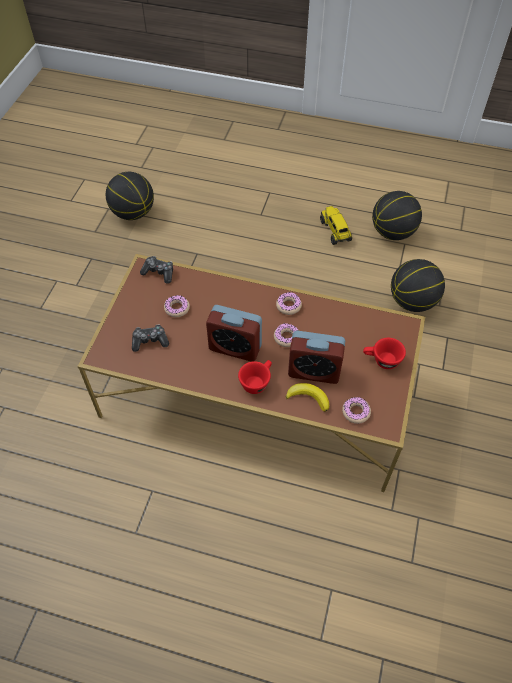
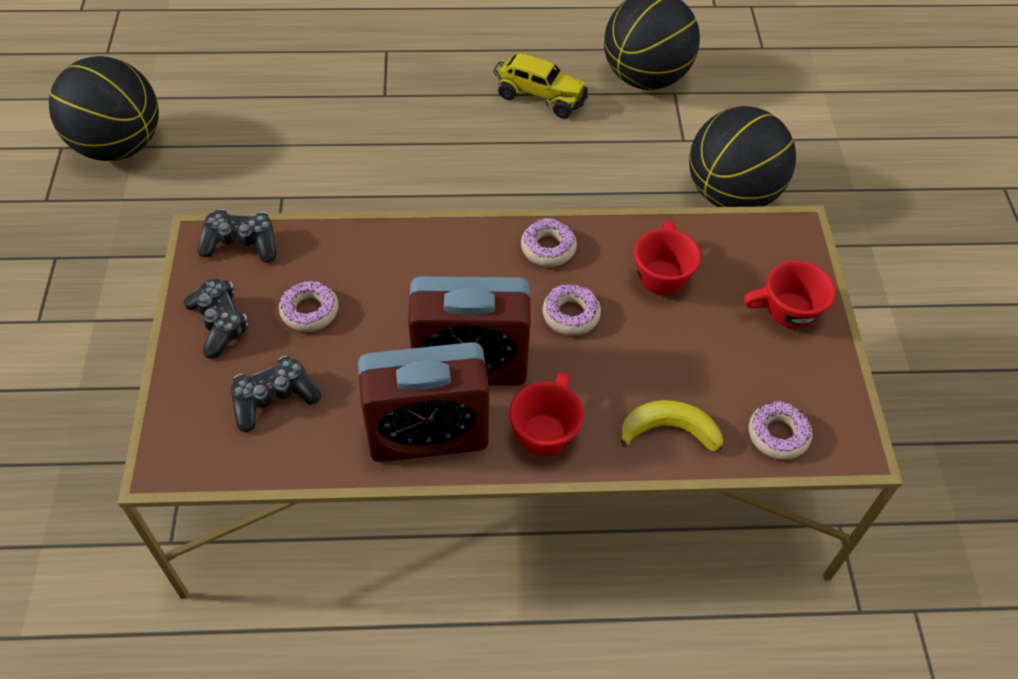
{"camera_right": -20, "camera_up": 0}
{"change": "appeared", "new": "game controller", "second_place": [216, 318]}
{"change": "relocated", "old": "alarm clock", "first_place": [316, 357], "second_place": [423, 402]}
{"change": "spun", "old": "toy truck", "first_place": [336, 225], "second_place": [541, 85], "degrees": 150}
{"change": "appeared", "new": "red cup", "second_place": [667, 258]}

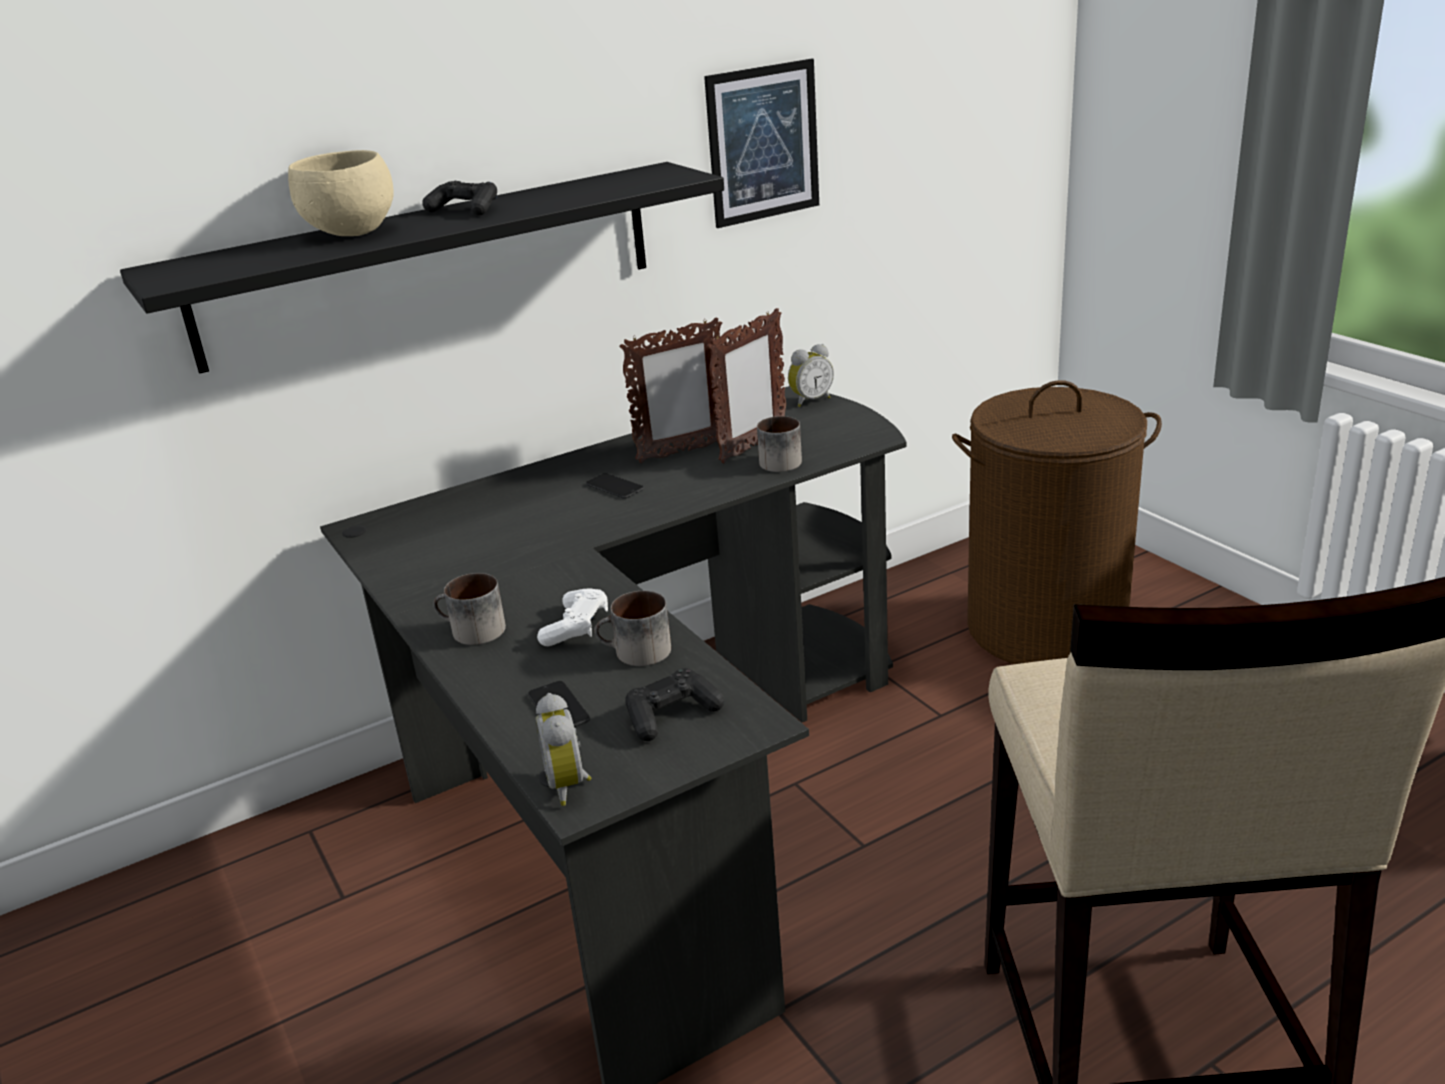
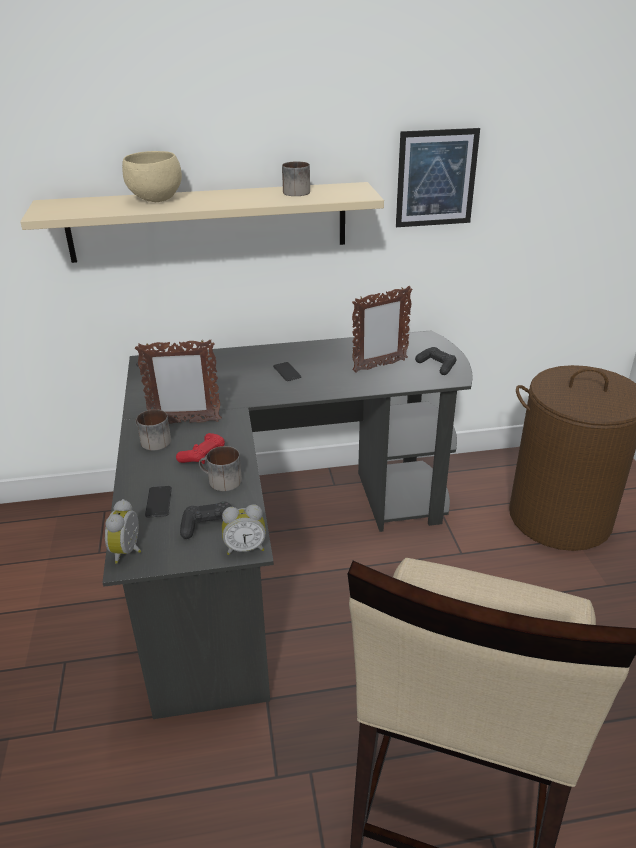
{"camera_right": 20, "camera_up": 5}
{"change": "colour", "old": "black shelf", "new": "beige shelf", "first_place": [422, 268], "second_place": [202, 222]}
{"change": "relocated", "old": "picture frame", "first_place": [672, 390], "second_place": [178, 381]}
{"change": "colour", "old": "white game controller", "new": "red game controller", "first_place": [572, 617], "second_place": [200, 448]}
{"change": "relocated", "old": "alarm clock", "first_place": [811, 375], "second_place": [244, 529]}
{"change": "relocated", "old": "mug", "first_place": [779, 444], "second_place": [296, 178]}
{"change": "relocated", "old": "black game controller", "first_place": [459, 198], "second_place": [436, 361]}

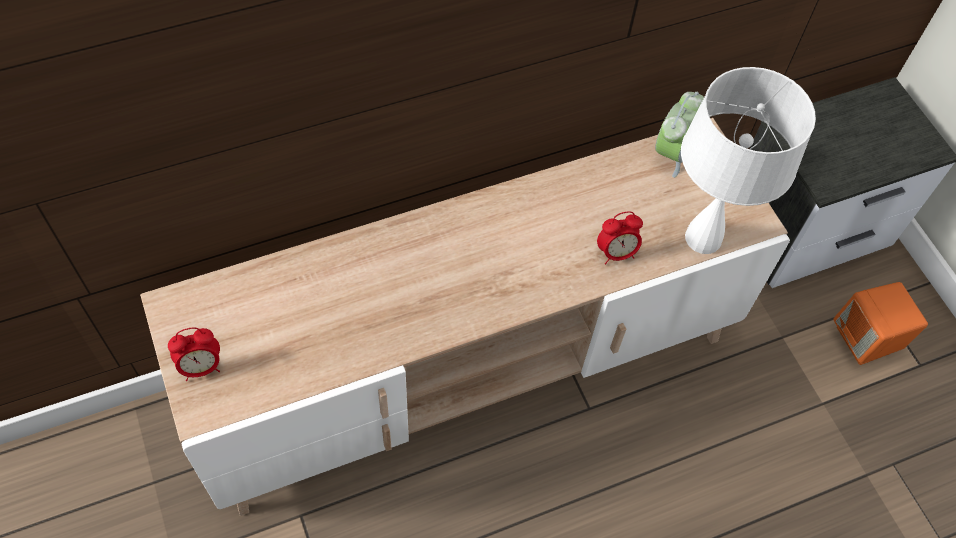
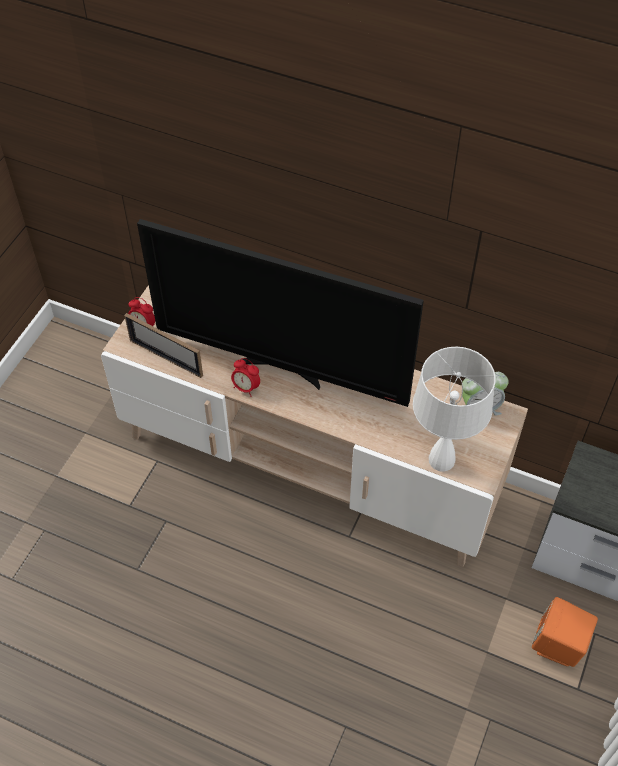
{"camera_right": 50, "camera_up": -5}
{"change": "appeared", "new": "picture frame", "second_place": [163, 345]}
{"change": "appeared", "new": "television", "second_place": [280, 313]}
{"change": "relocated", "old": "alarm clock", "first_place": [620, 237], "second_place": [245, 377]}

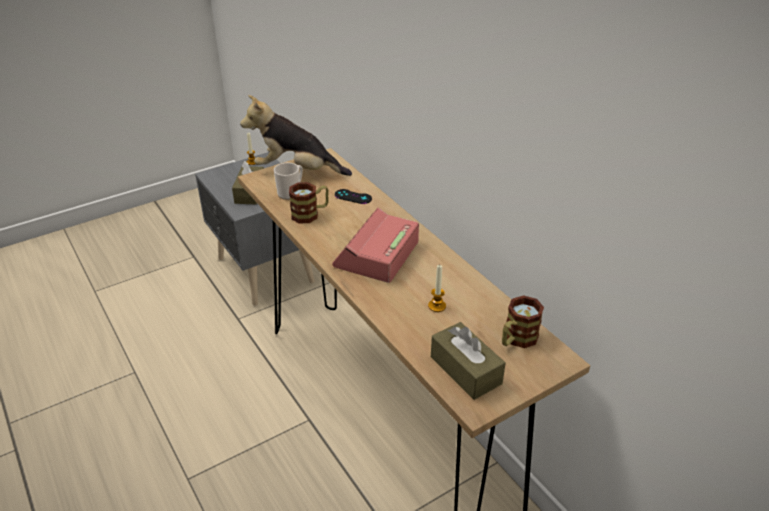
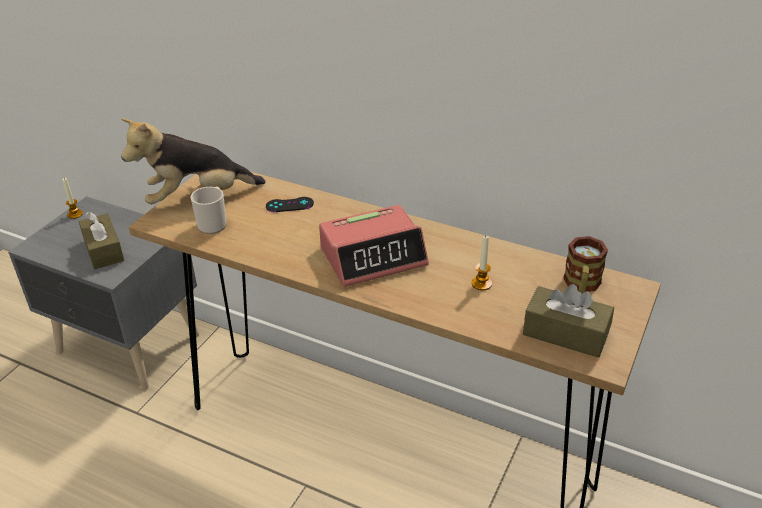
{"camera_right": -30, "camera_up": 0}
{"change": "spun", "old": "alarm clock", "first_place": [375, 245], "second_place": [374, 246], "degrees": -105}
{"change": "missing", "old": "mug", "first_place": [309, 203]}

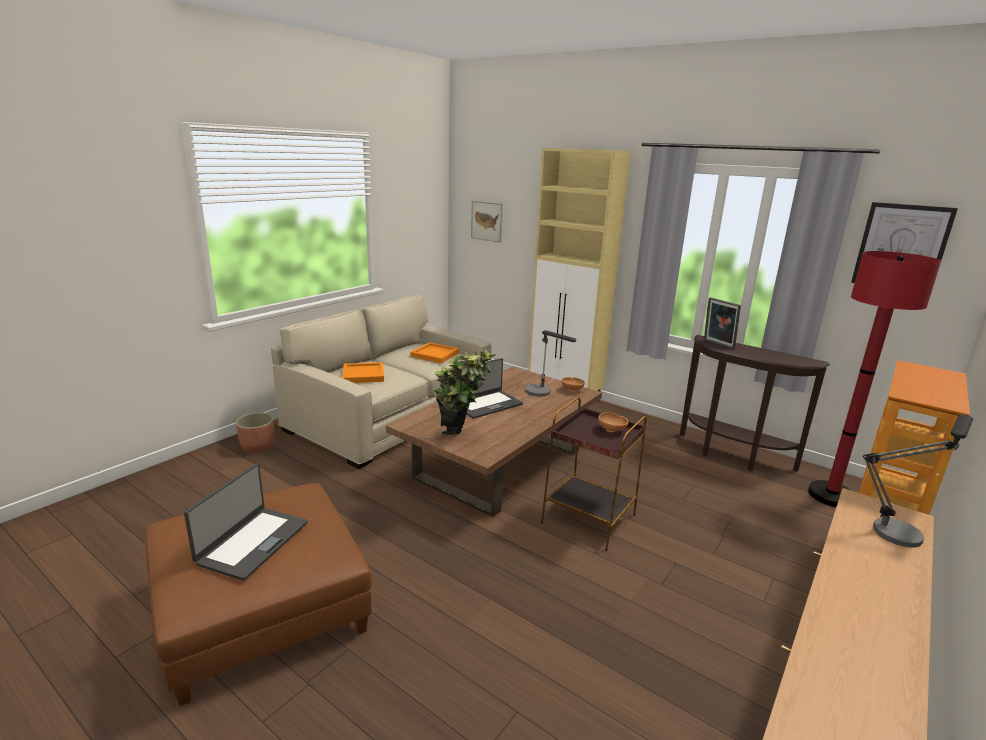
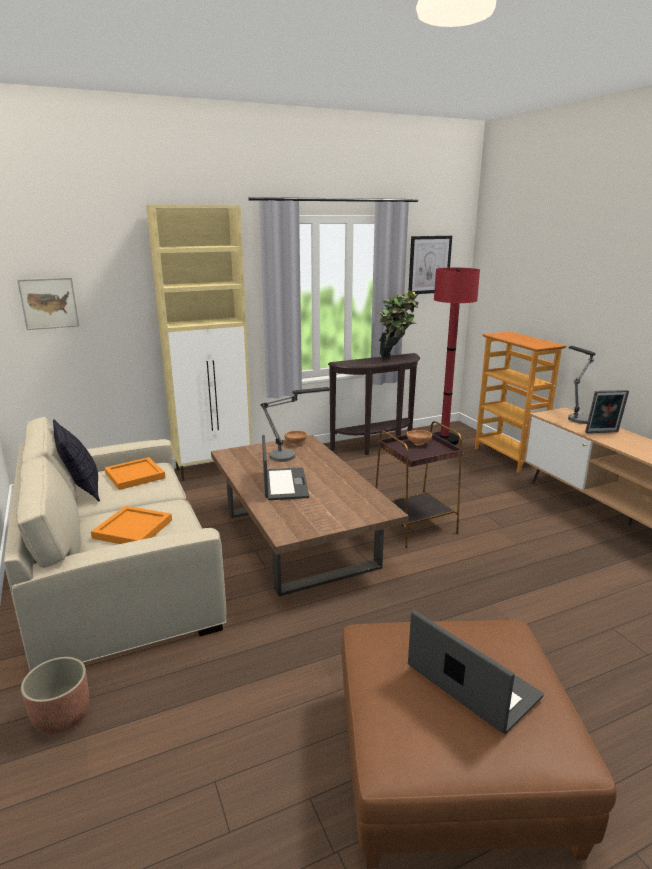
{"camera_right": -60, "camera_up": 0}
{"change": "appeared", "new": "pillow", "second_place": [76, 460]}
{"change": "relocated", "old": "potted plant", "first_place": [464, 392], "second_place": [398, 326]}
{"change": "relocated", "old": "picture frame", "first_place": [722, 323], "second_place": [607, 411]}

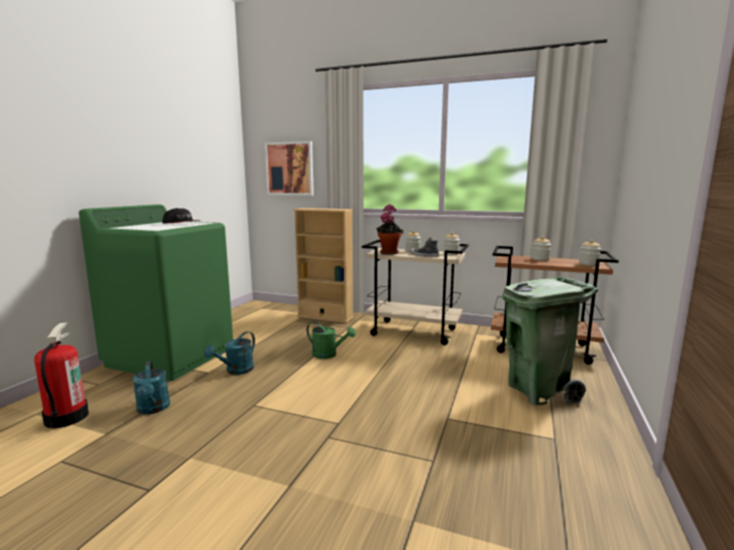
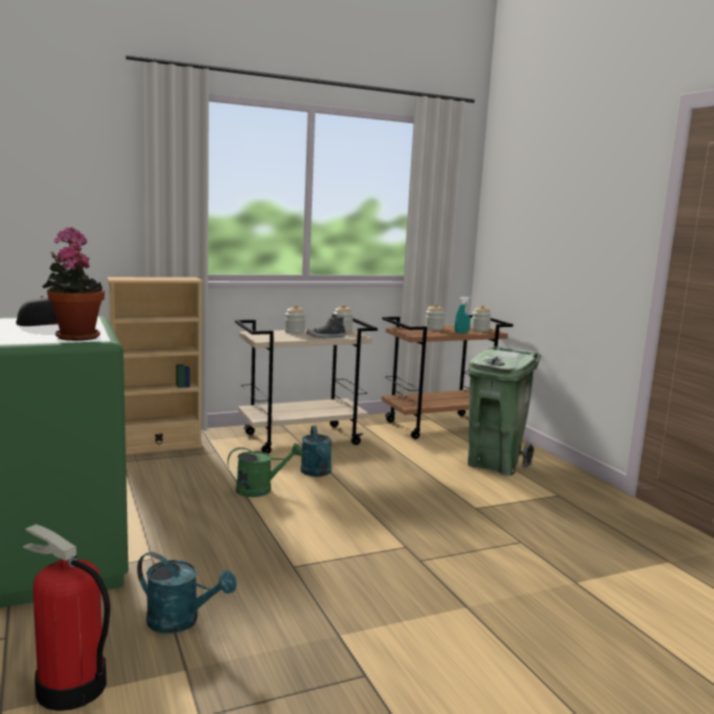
{"camera_right": -45, "camera_up": 0}
{"change": "relocated", "old": "potted plant", "first_place": [390, 229], "second_place": [73, 284]}
{"change": "relocated", "old": "turquoise watering can", "first_place": [229, 353], "second_place": [316, 451]}
{"change": "appeared", "new": "turquoise spray bottle", "second_place": [463, 315]}
{"change": "missing", "old": "picture", "first_place": [289, 168]}

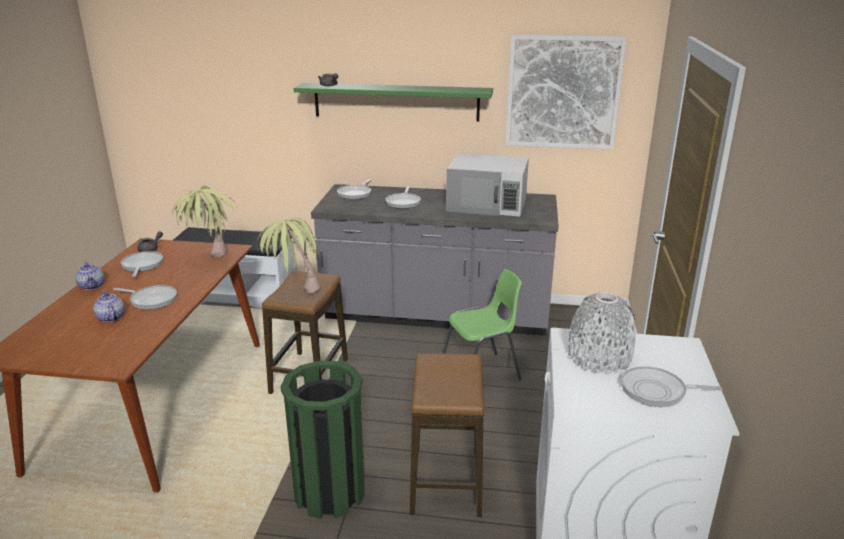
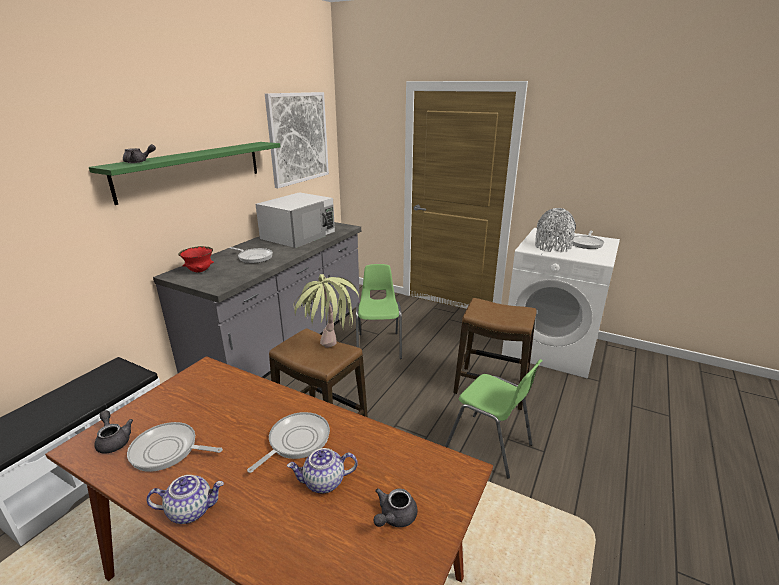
{"camera_right": -70, "camera_up": 0}
{"change": "exchanged", "old": "frying pan", "new": "red bowl", "first_place": [354, 189], "second_place": [196, 259]}
{"change": "appeared", "new": "grey teapot", "second_place": [395, 507]}
{"change": "exchanged", "old": "green trash can", "new": "green chair", "first_place": [323, 440], "second_place": [494, 419]}
{"change": "missing", "old": "potted plant", "first_place": [203, 221]}

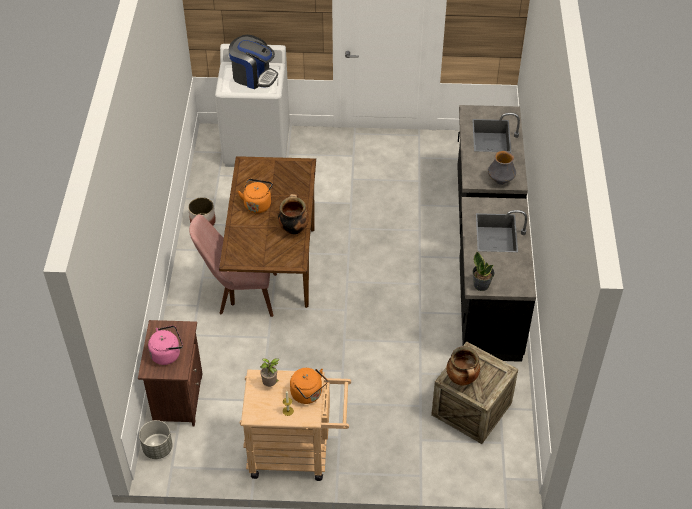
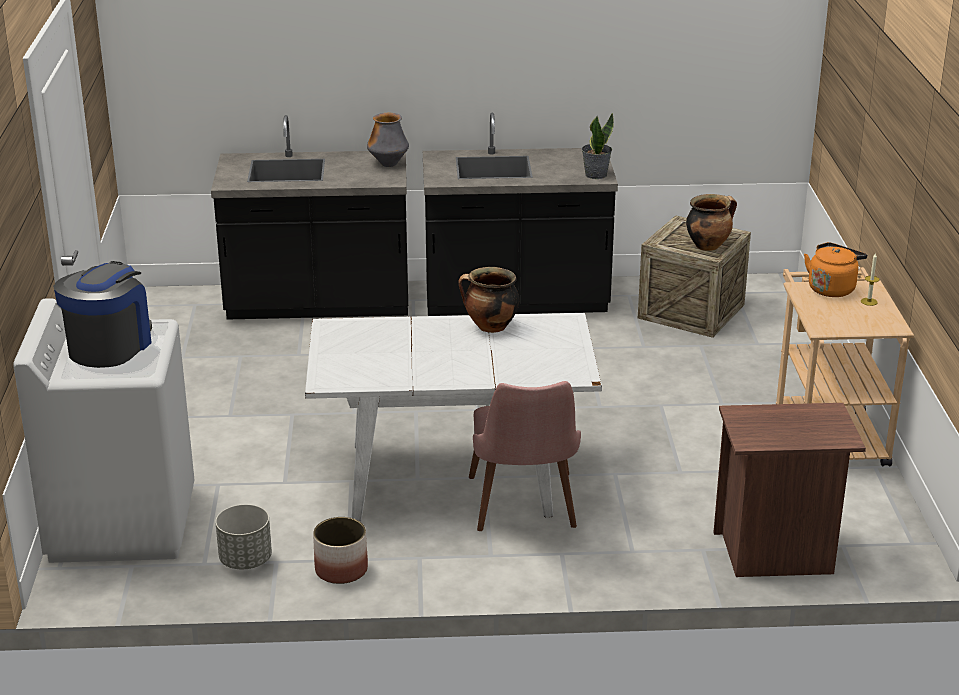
{"camera_right": -95, "camera_up": -20}
{"change": "relocated", "old": "grey planter", "first_place": [156, 439], "second_place": [243, 536]}
{"change": "colour", "old": "brown dining table", "new": "white dining table", "first_place": [267, 232], "second_place": [453, 417]}
{"change": "missing", "old": "pink kettle", "first_place": [165, 345]}
{"change": "missing", "old": "orange kettle", "first_place": [255, 196]}
{"change": "missing", "old": "potted plant", "first_place": [270, 372]}

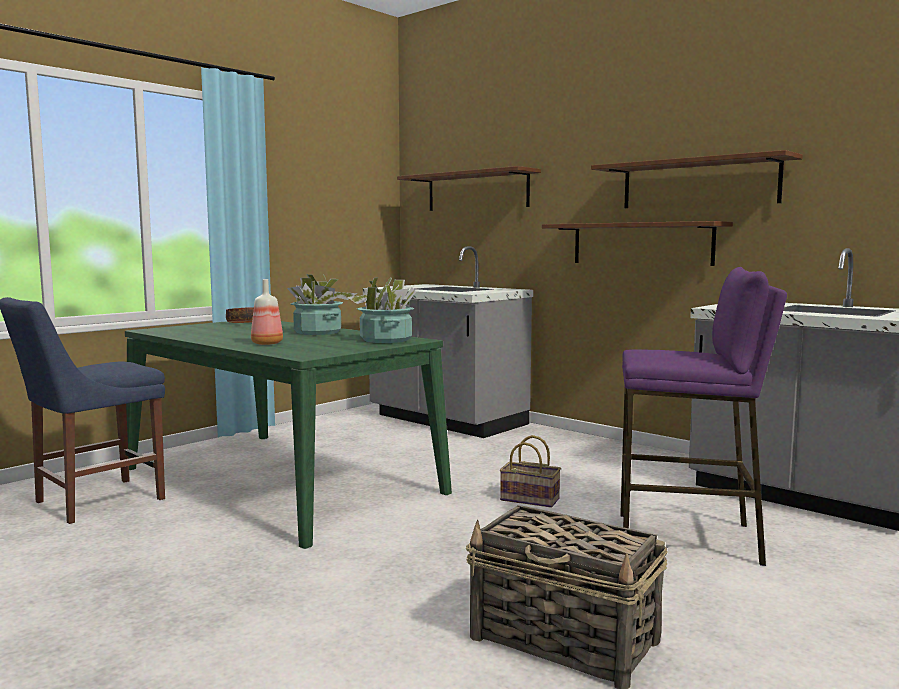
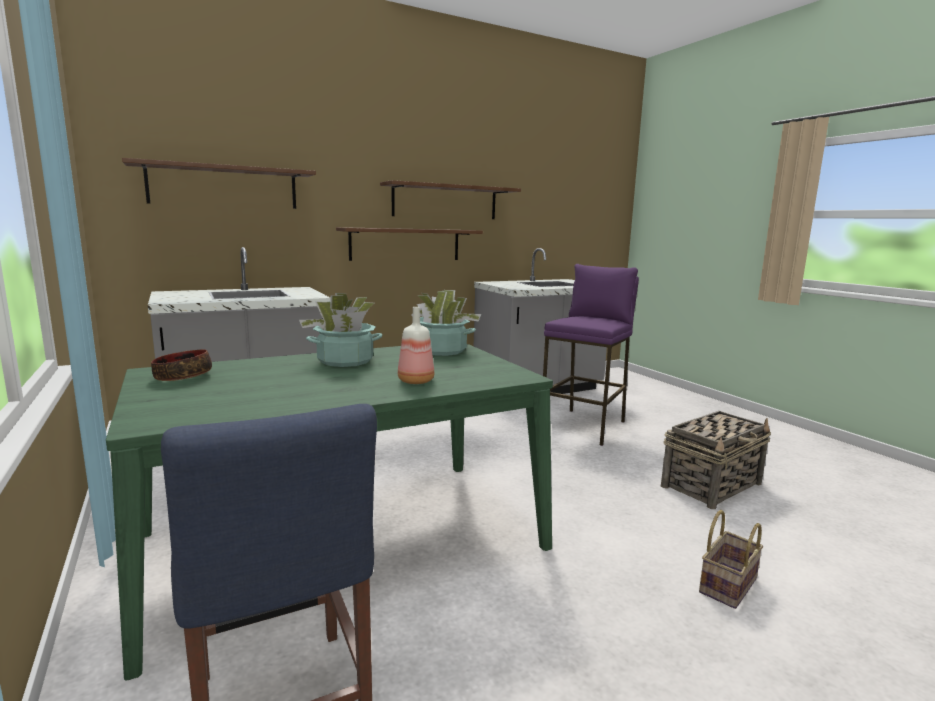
{"camera_right": -70, "camera_up": 5}
{"change": "relocated", "old": "basket", "first_place": [530, 471], "second_place": [731, 559]}

